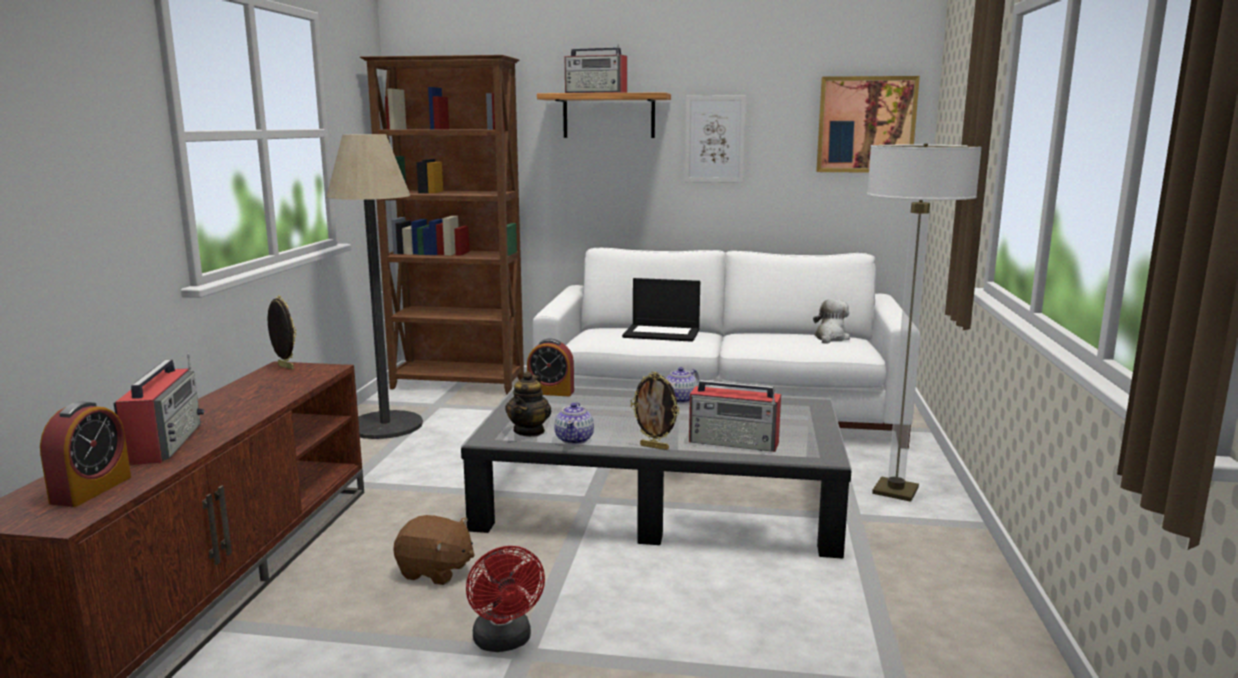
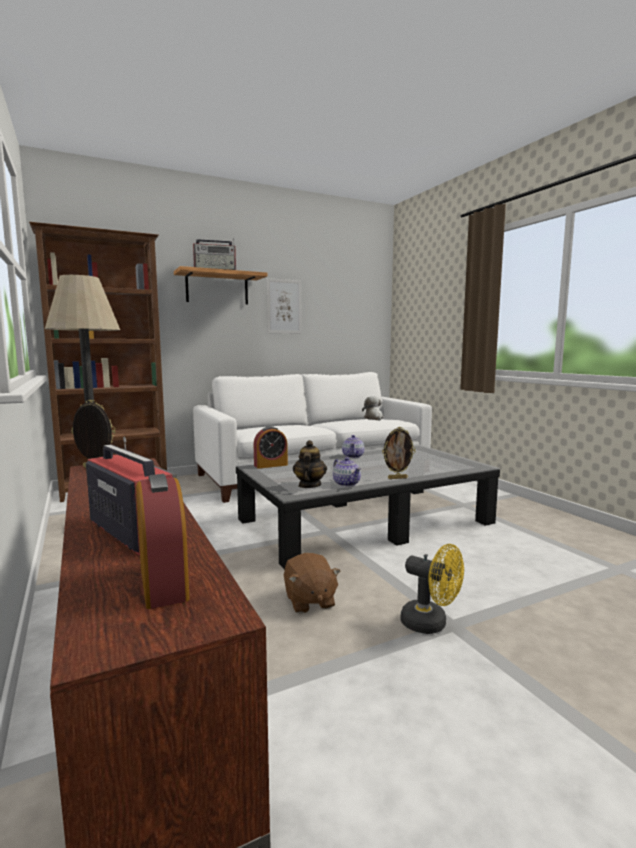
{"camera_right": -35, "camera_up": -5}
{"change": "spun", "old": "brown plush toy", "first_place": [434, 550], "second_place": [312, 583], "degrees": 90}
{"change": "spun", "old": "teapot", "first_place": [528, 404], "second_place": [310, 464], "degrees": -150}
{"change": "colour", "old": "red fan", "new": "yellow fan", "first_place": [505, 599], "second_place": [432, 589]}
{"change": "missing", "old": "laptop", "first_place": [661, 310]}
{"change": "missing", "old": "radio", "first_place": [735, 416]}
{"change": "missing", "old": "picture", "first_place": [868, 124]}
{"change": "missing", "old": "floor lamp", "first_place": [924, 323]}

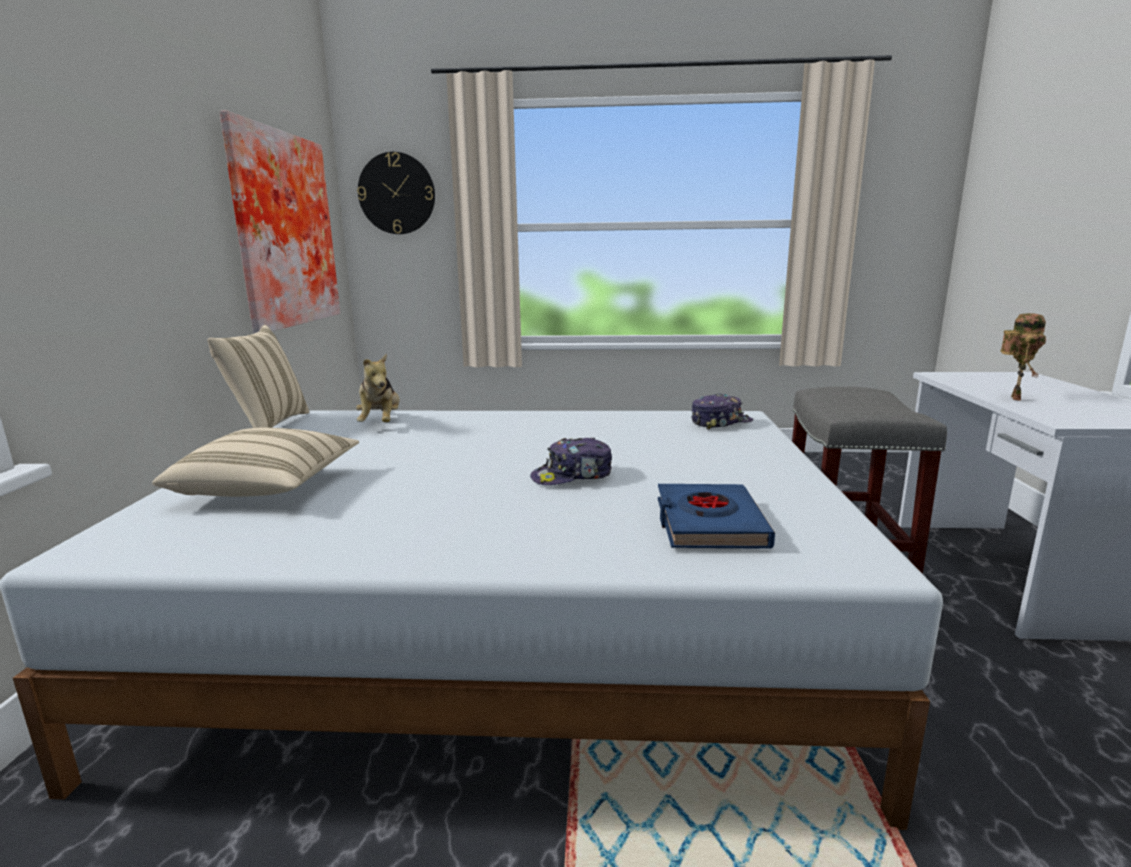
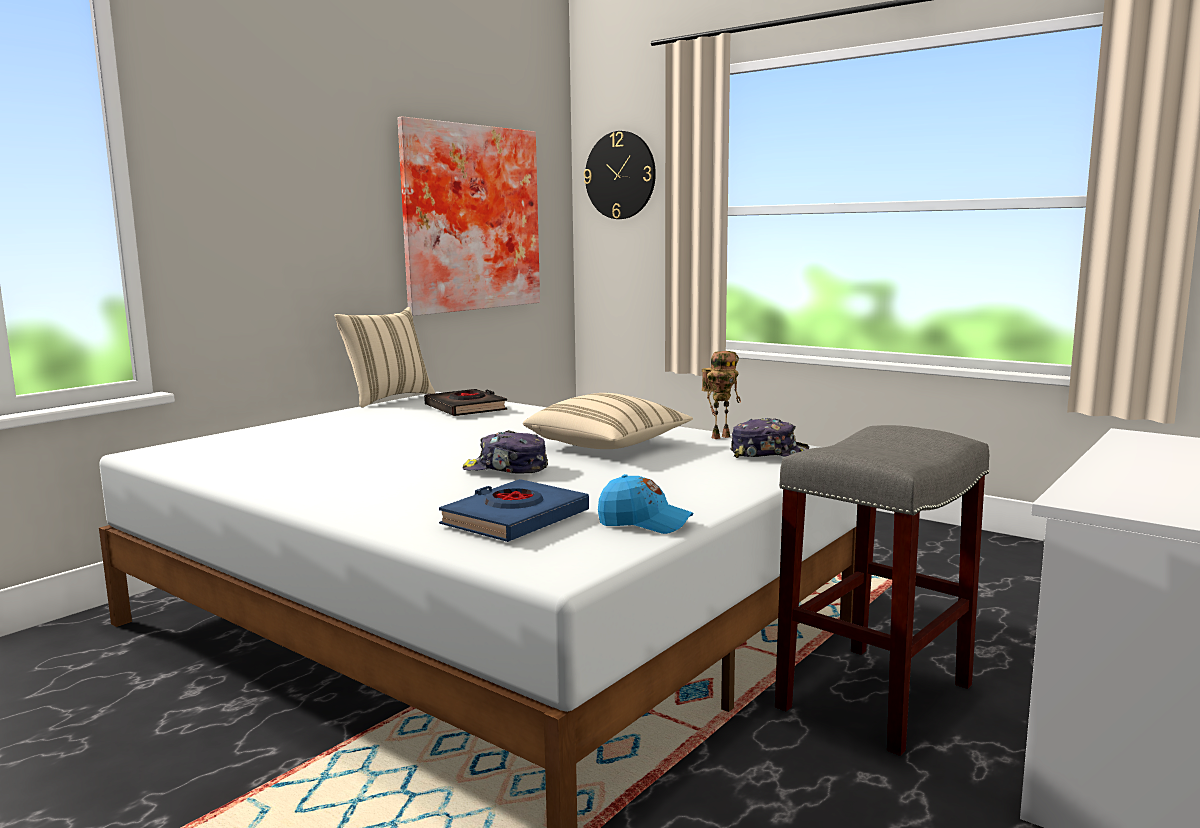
{"camera_right": 35, "camera_up": -5}
{"change": "exchanged", "old": "plush toy", "new": "black book", "first_place": [378, 388], "second_place": [465, 402]}
{"change": "relocated", "old": "beige pillow", "first_place": [255, 462], "second_place": [608, 421]}
{"change": "appeared", "new": "blue cap", "second_place": [645, 504]}
{"change": "relocated", "old": "toy robot", "first_place": [1023, 357], "second_place": [721, 395]}

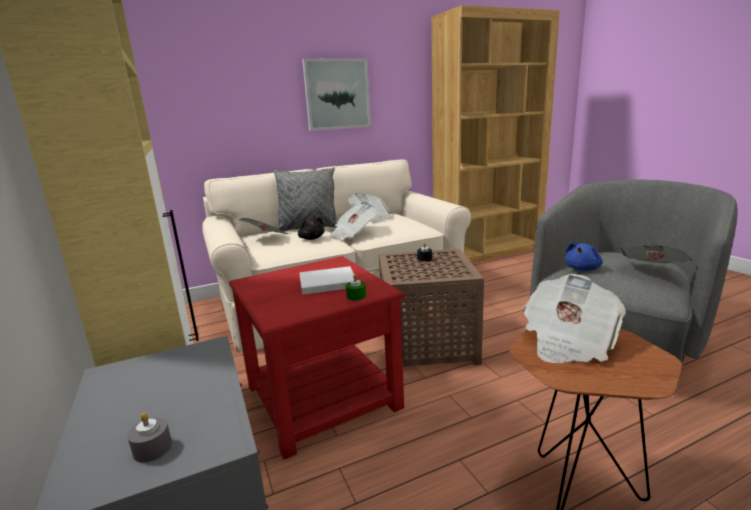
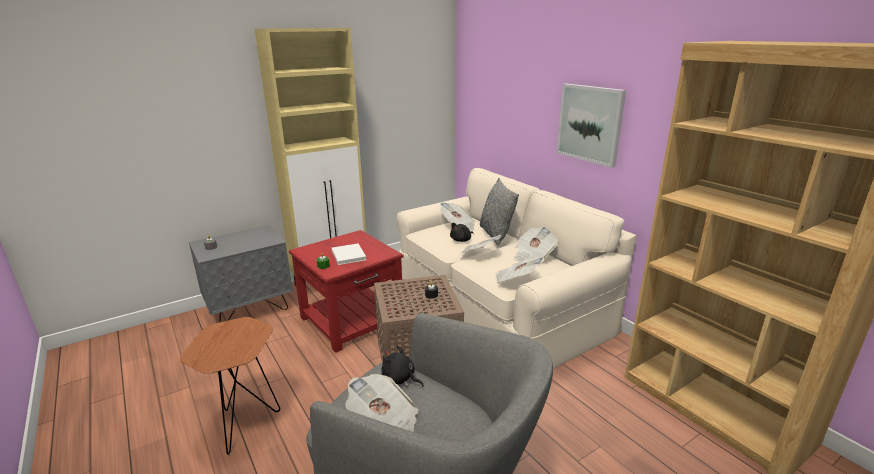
{"camera_right": 80, "camera_up": 5}
{"change": "colour", "old": "blue plush toy", "new": "black plush toy", "first_place": [584, 256], "second_place": [402, 366]}
{"change": "relocated", "old": "newspaper", "first_place": [574, 318], "second_place": [519, 269]}

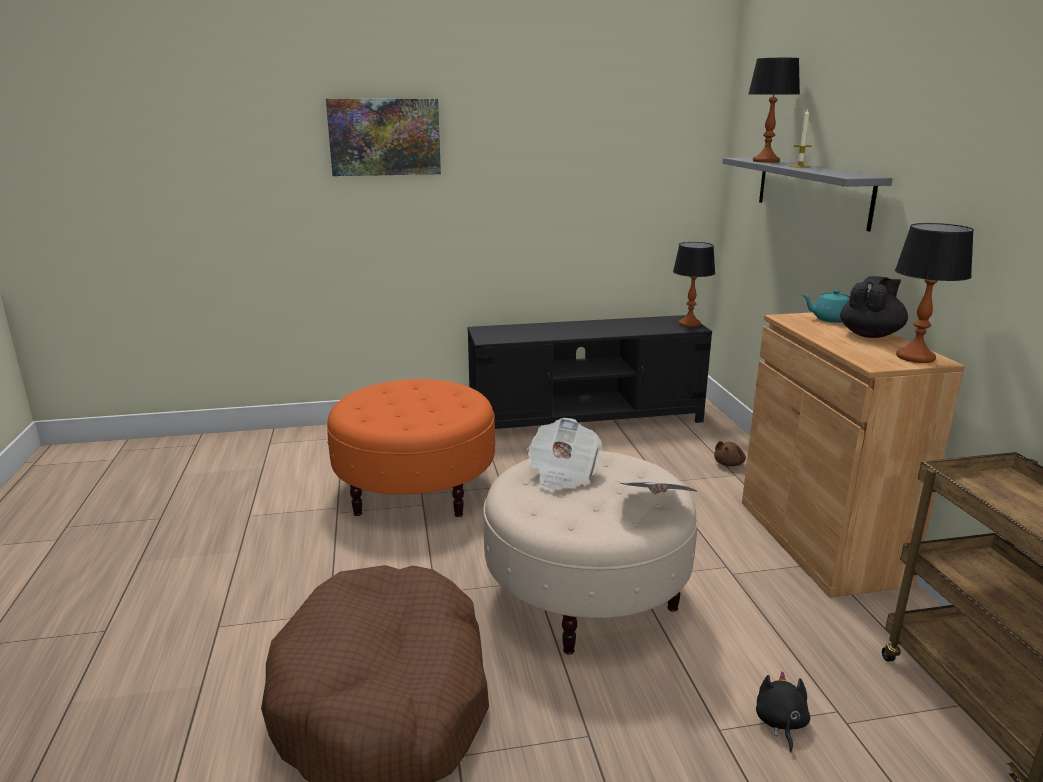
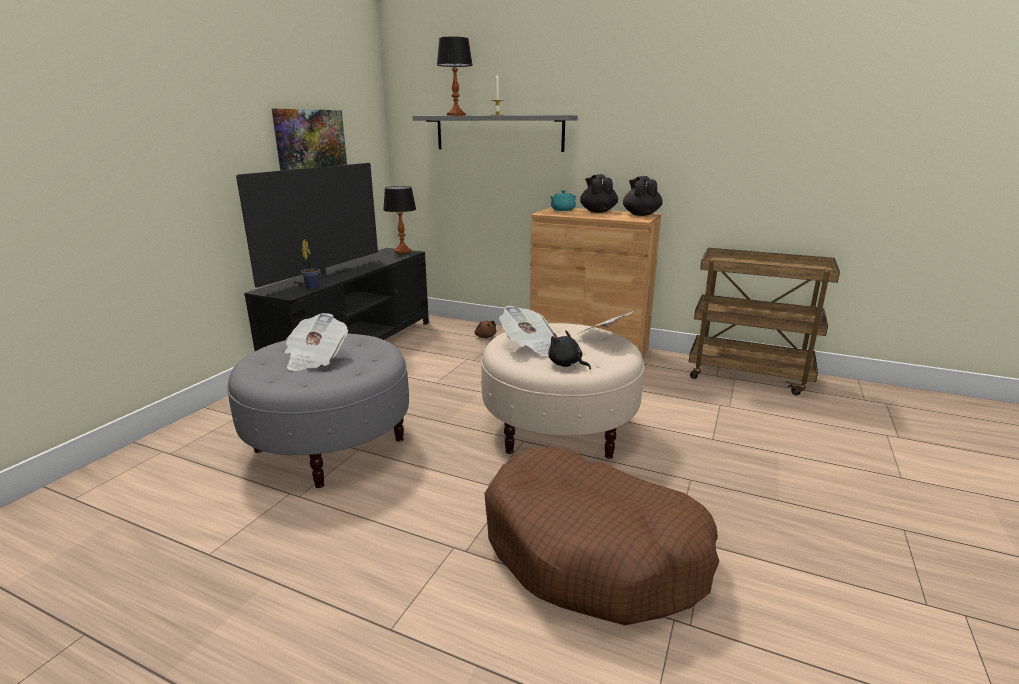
{"camera_right": -55, "camera_up": 0}
{"change": "colour", "old": "orange ottoman", "new": "grey ottoman", "first_place": [411, 448], "second_place": [318, 411]}
{"change": "appeared", "new": "television", "second_place": [307, 225]}
{"change": "relocated", "old": "picture", "first_place": [383, 137], "second_place": [309, 140]}
{"change": "appeared", "new": "newspaper", "second_place": [316, 342]}
{"change": "appeared", "new": "potted plant", "second_place": [310, 264]}
{"change": "relocated", "old": "black plush toy", "first_place": [783, 712], "second_place": [569, 349]}
{"change": "exchanged", "old": "table lamp", "new": "black teapot", "first_place": [934, 293], "second_place": [643, 196]}

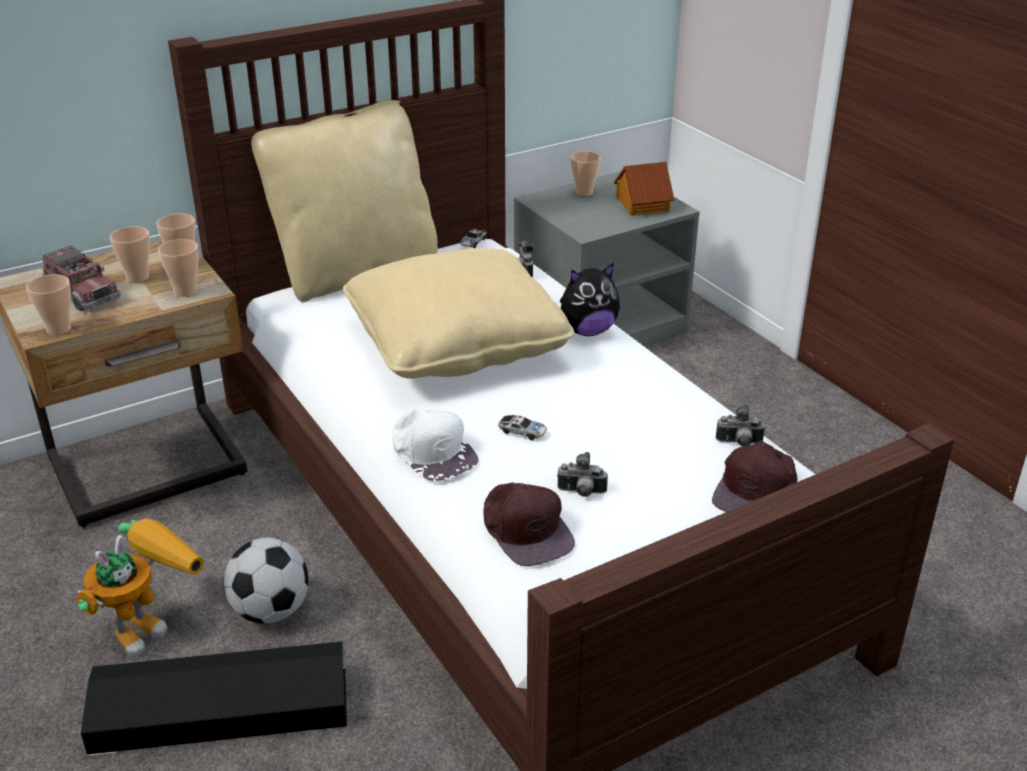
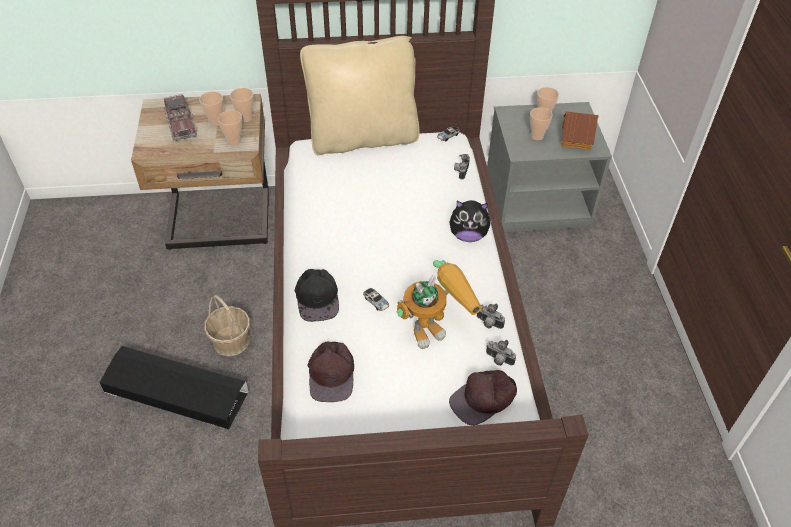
{"camera_right": 25, "camera_up": 15}
{"change": "exchanged", "old": "football", "new": "basket", "first_place": [266, 580], "second_place": [227, 325]}
{"change": "colour", "old": "white cap", "new": "black cap", "first_place": [435, 445], "second_place": [317, 295]}
{"change": "relocated", "old": "toy robot", "first_place": [140, 587], "second_place": [439, 304]}
{"change": "relocated", "old": "photo camera", "first_place": [582, 474], "second_place": [491, 316]}
{"change": "relocated", "old": "cup", "first_place": [48, 304], "second_place": [541, 123]}
{"change": "missing", "old": "beige pillow", "first_place": [458, 313]}

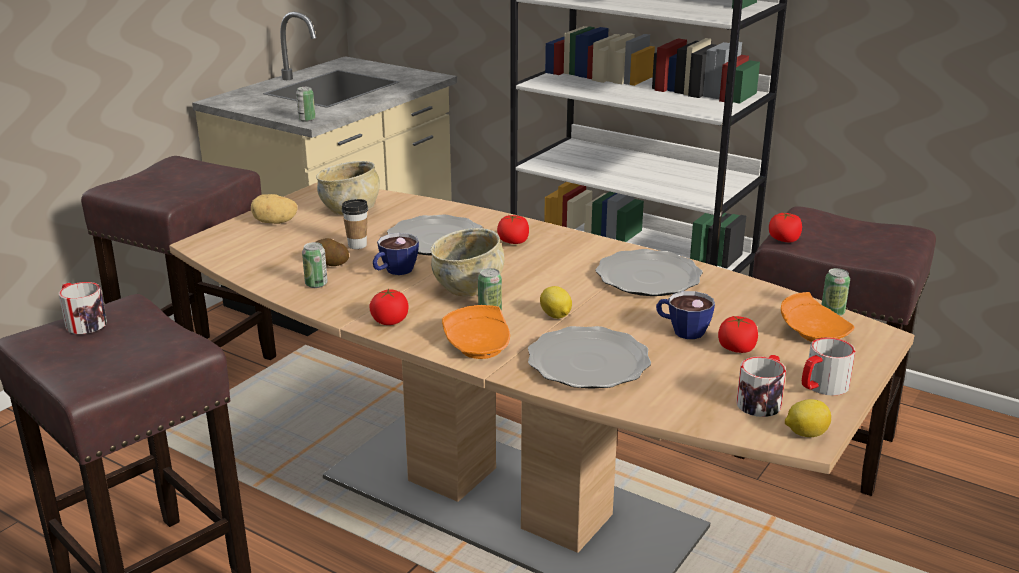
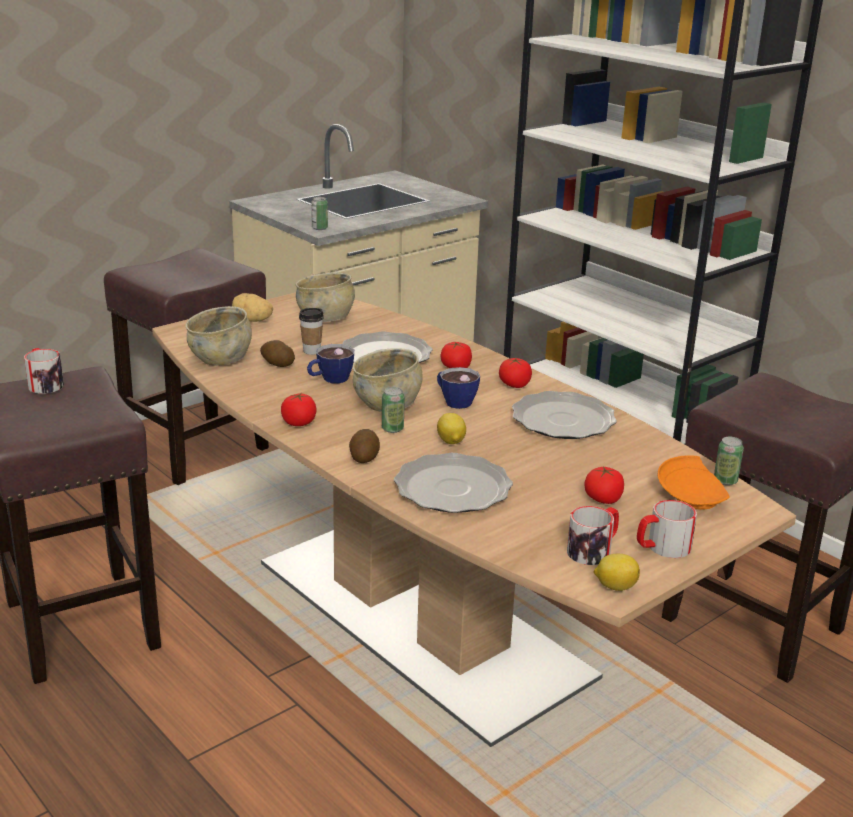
{"camera_right": 15, "camera_up": 0}
{"change": "appeared", "new": "beige bowl", "second_place": [218, 336]}
{"change": "exchanged", "old": "orange plate", "new": "potato", "first_place": [476, 332], "second_place": [364, 446]}
{"change": "relocated", "old": "cup", "first_place": [685, 315], "second_place": [458, 388]}
{"change": "relocated", "old": "tomato", "first_place": [785, 227], "second_place": [515, 373]}
{"change": "missing", "old": "can", "first_place": [315, 265]}

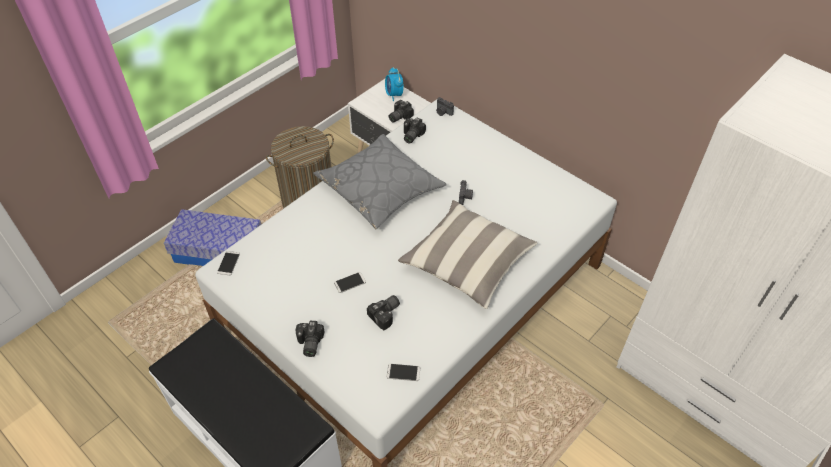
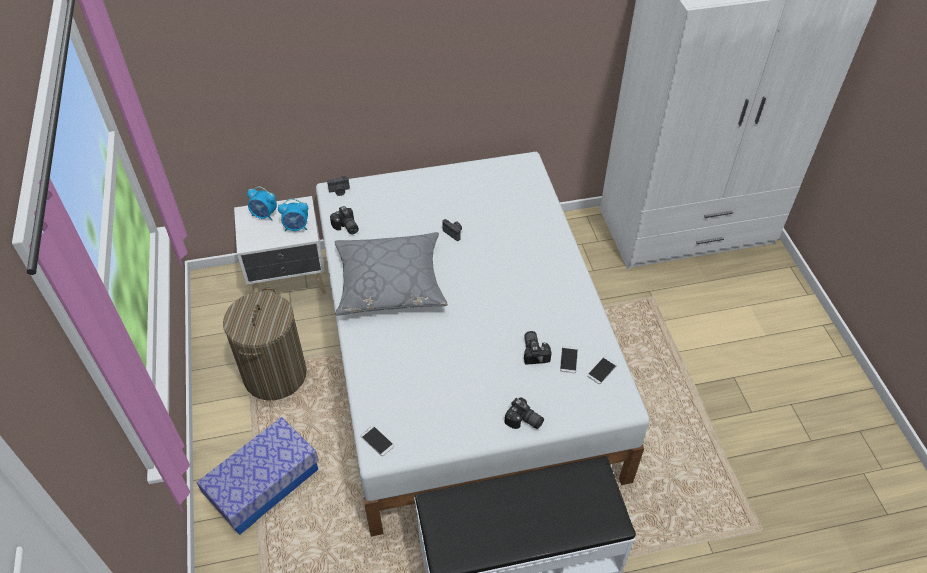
{"camera_right": -55, "camera_up": 0}
{"change": "exchanged", "old": "photo camera", "new": "alarm clock", "first_place": [401, 111], "second_place": [293, 215]}
{"change": "relocated", "old": "phone", "first_place": [350, 282], "second_place": [569, 359]}
{"change": "missing", "old": "pillow", "first_place": [467, 254]}

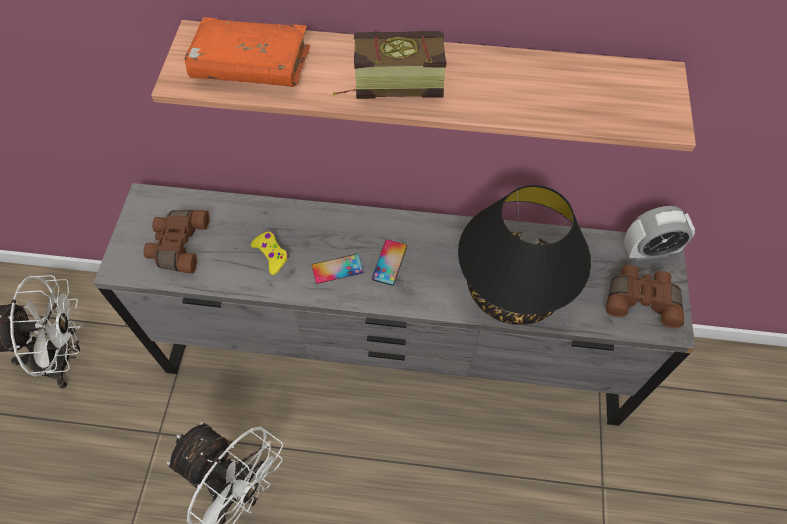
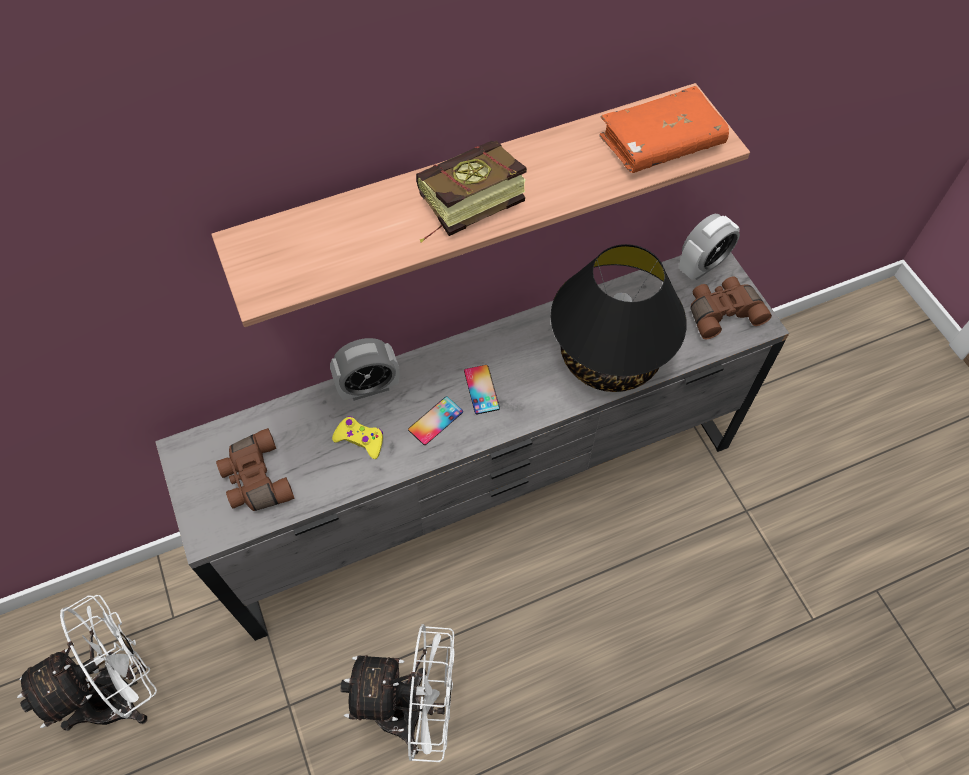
{"camera_right": -30, "camera_up": 0}
{"change": "appeared", "new": "alarm clock", "second_place": [365, 369]}
{"change": "relocated", "old": "orange book", "first_place": [247, 52], "second_place": [664, 129]}

